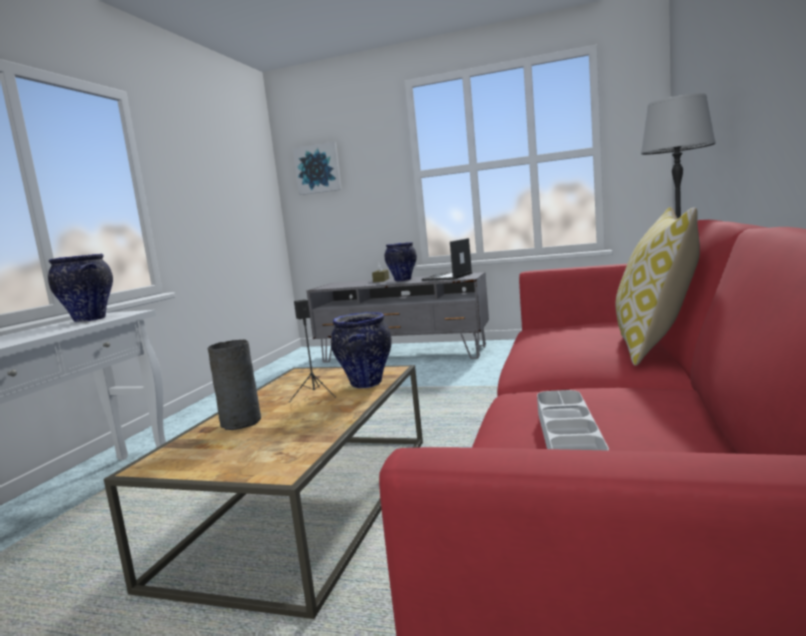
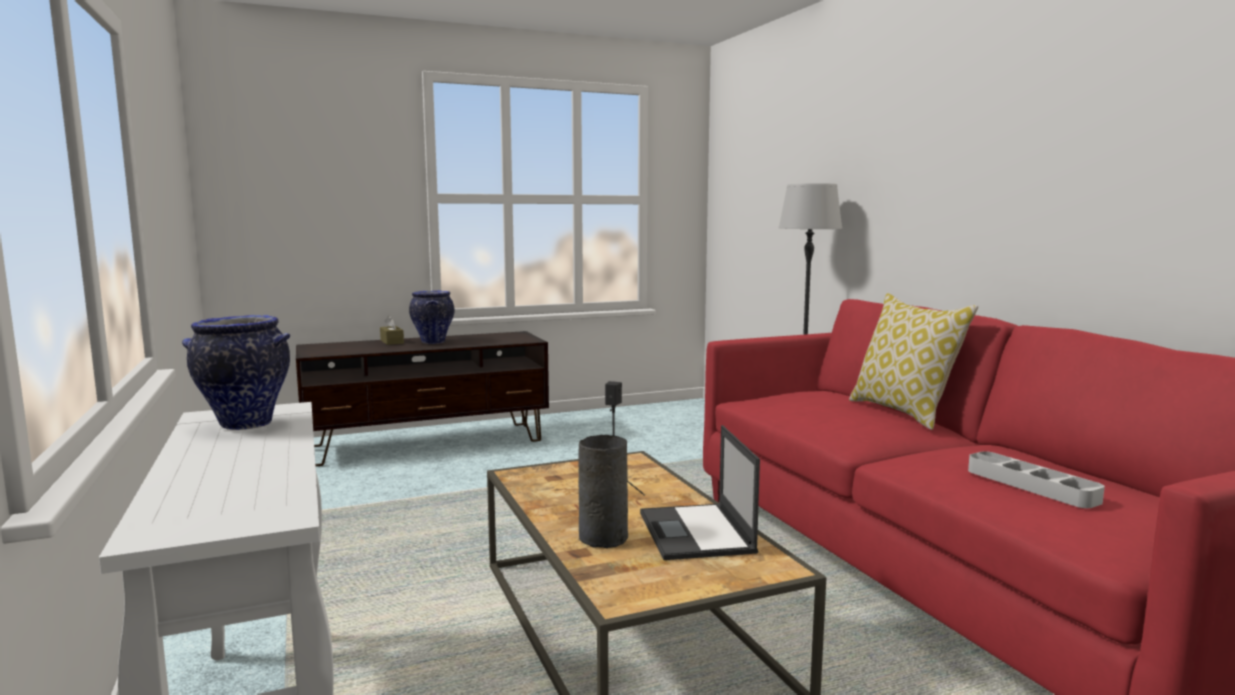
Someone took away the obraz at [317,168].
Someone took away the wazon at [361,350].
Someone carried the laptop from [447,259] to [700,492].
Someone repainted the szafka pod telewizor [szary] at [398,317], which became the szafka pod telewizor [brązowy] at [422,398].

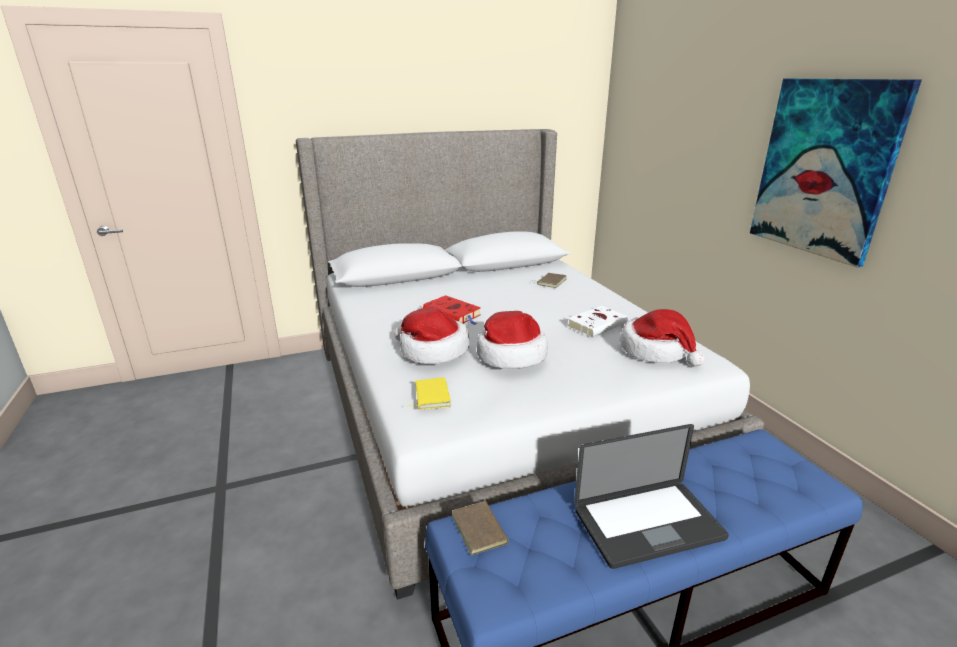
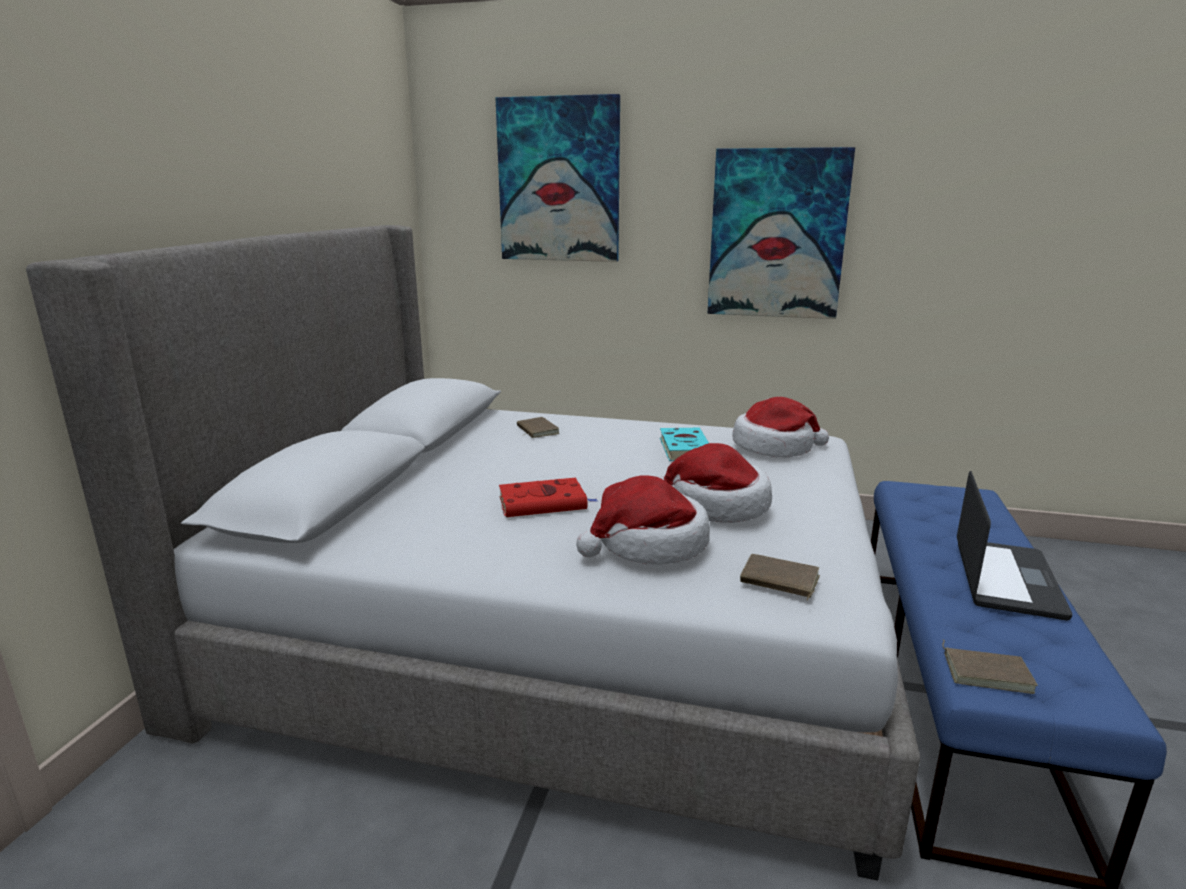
Someone put up the obraz at [557,178].
Someone repainted the książka [żółty] at [429,393], which became the książka [brązowy] at [780,577].
Someone repainted the książka [biały] at [597,321], which became the książka [turkusowy] at [684,444].

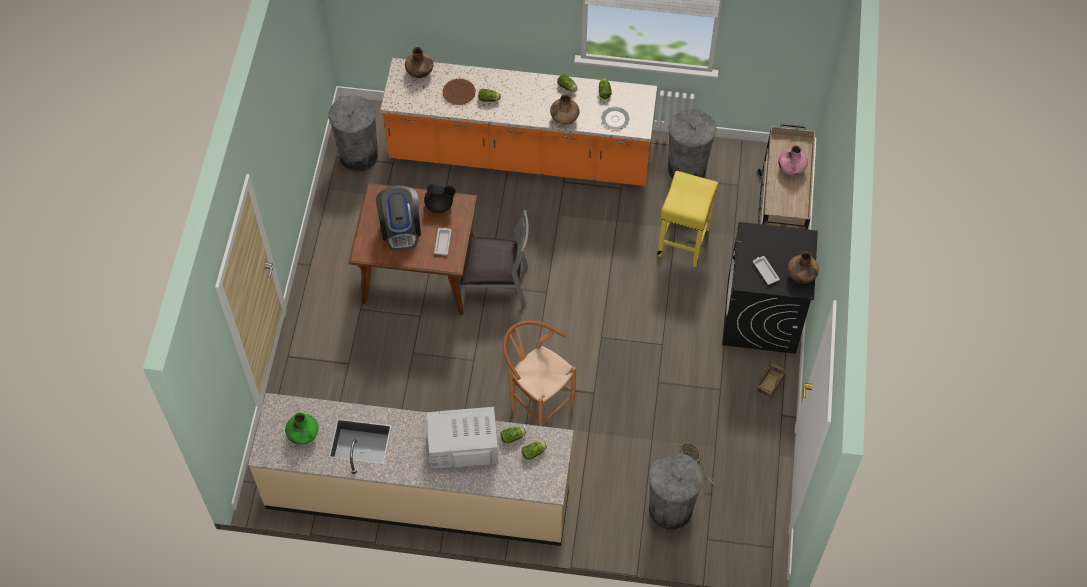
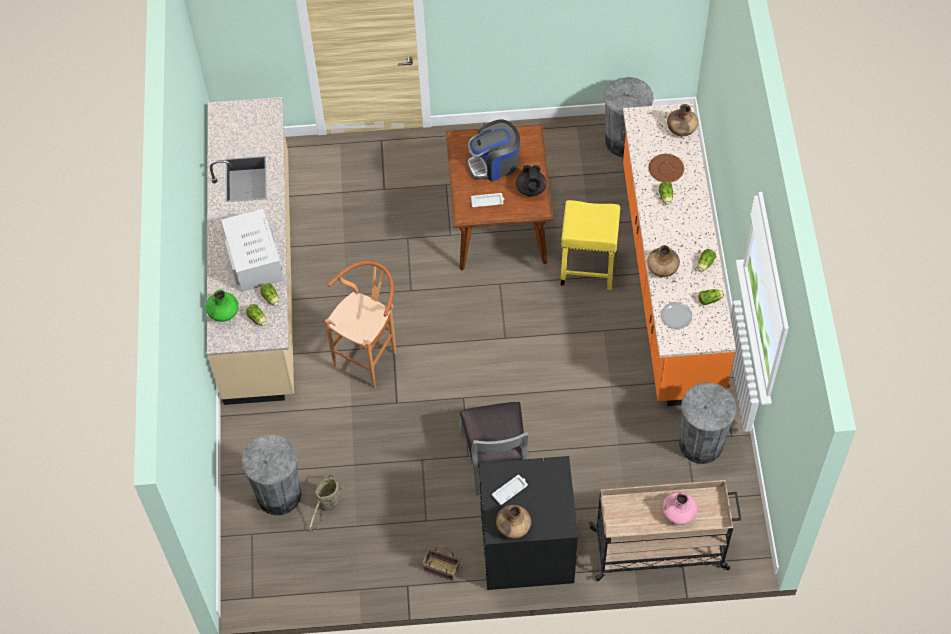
Someone carried the wazon [zielony] from [301,429] to [222,306].
Someone carried the krzesło [szary] from [494,259] to [493,448].
Someone carried the stołek [żółty] from [687,219] to [590,245].

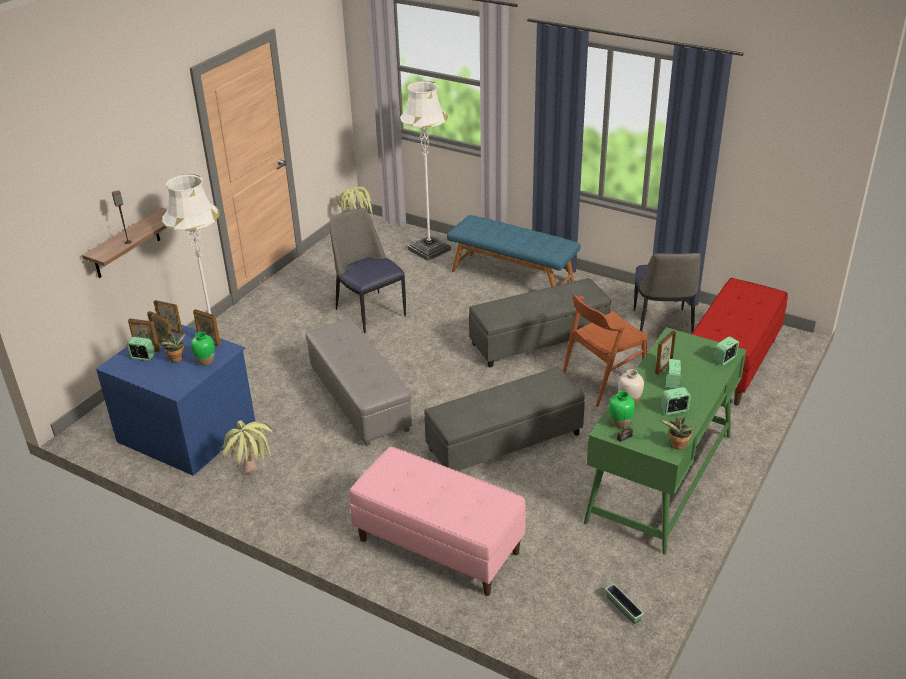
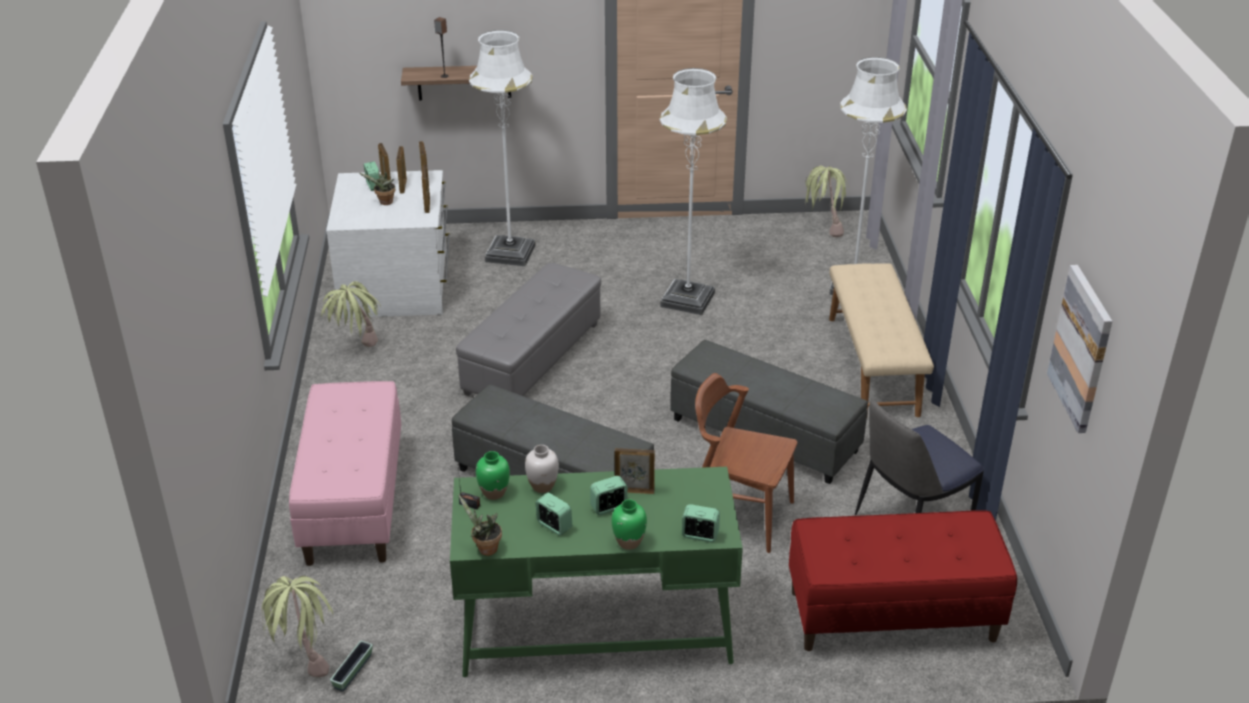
Someone put down the roślina doniczkowa at [297,626].
Someone put up the obraz at [1079,349].
Someone carried the wazon [zielony] from [203,349] to [629,524].
Someone swapped the krzesło at [367,270] for the lampa stojąca [biały] at [693,191].
Someone repainted the komoda [niebieski] at [175,400], which became the komoda [biały] at [388,244].
Someone repainted the ławka [niebieski] at [514,251], which became the ławka [beżowy] at [881,340].

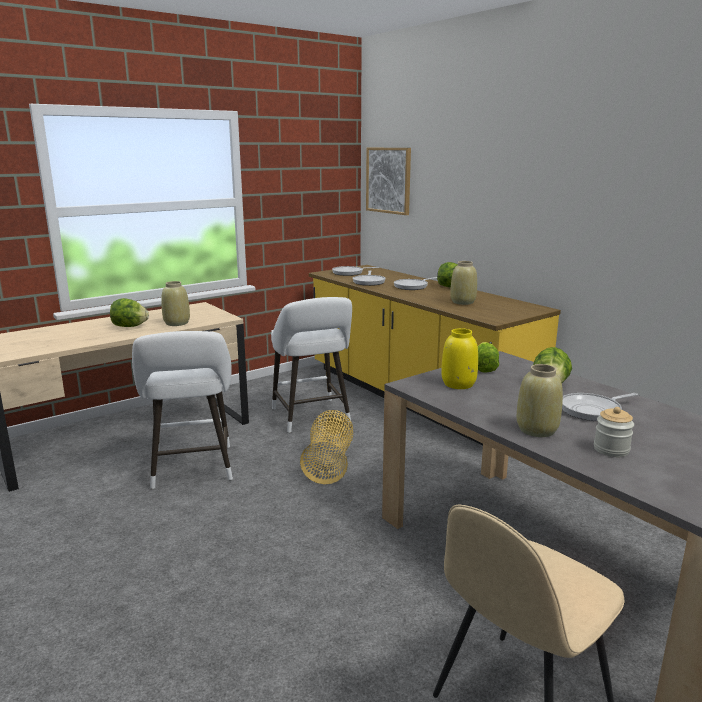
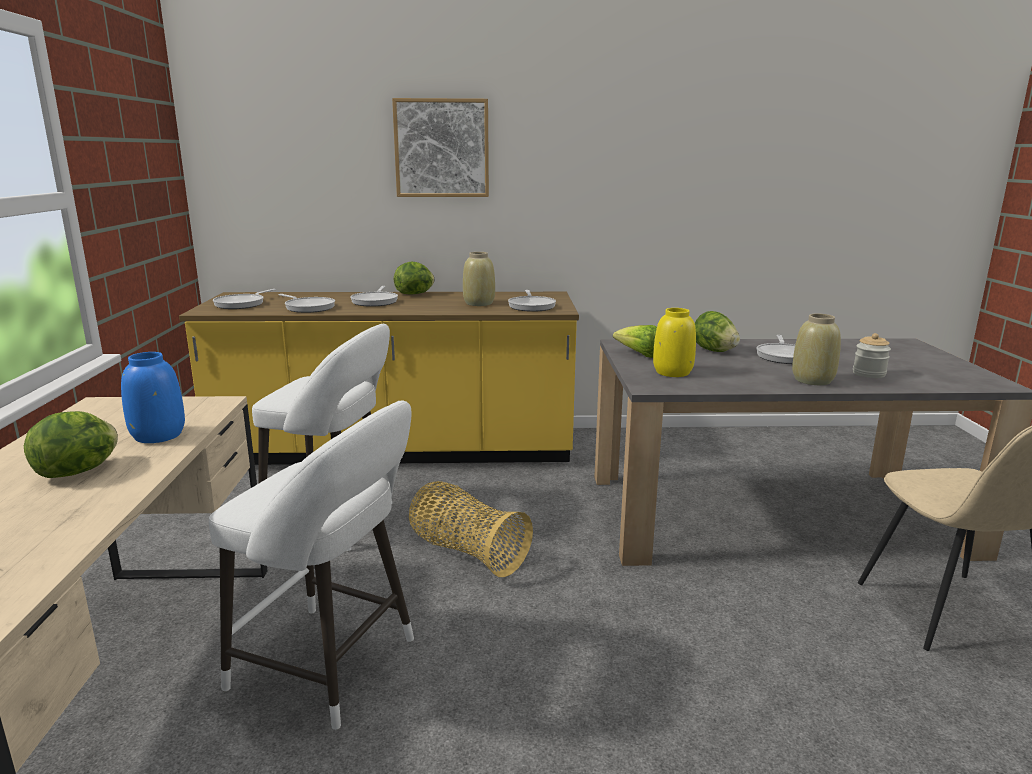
Someone put down the patelnia at [532,301].
Someone carried the obraz from [388,181] to [440,147].
Someone repainted the wazon [beżowy] at [175,303], which became the wazon [niebieski] at [153,397].

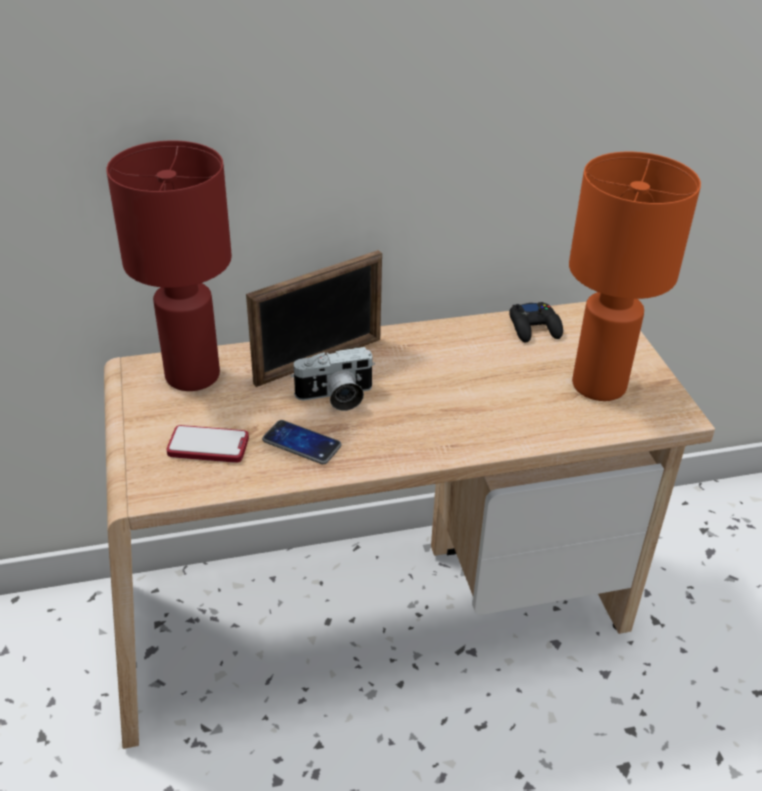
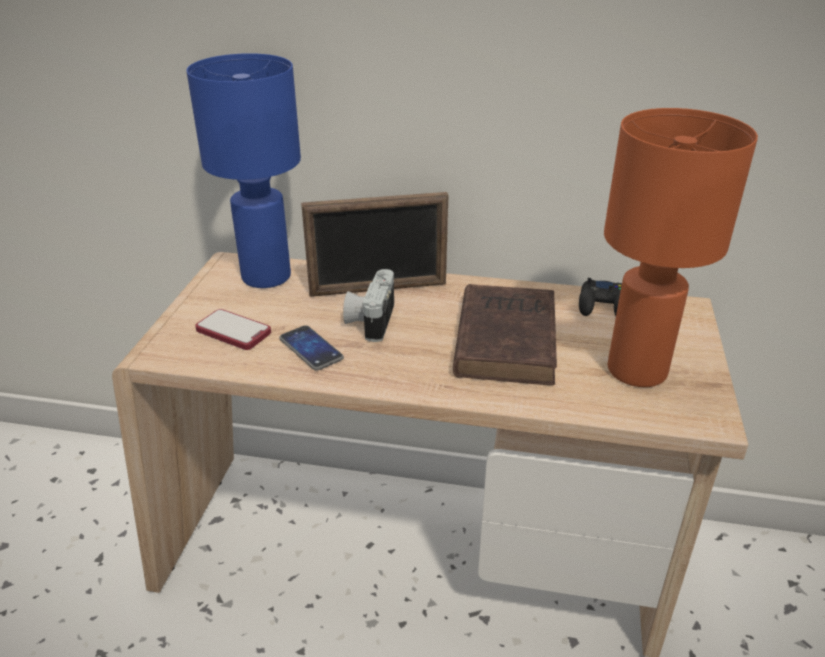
Someone put down the książka [brązowy] at [505,334].
Someone repainted the lampa stołowa [czerwony] at [169,266], which became the lampa stołowa [niebieski] at [244,170].
Someone rotated the aparat fotograficzny at [333,379] by 90 degrees clockwise.

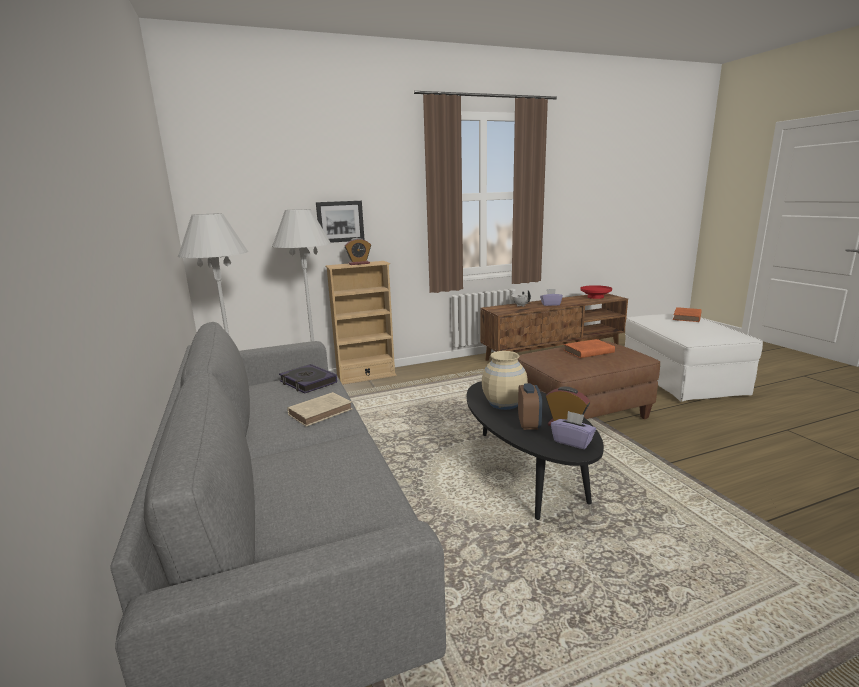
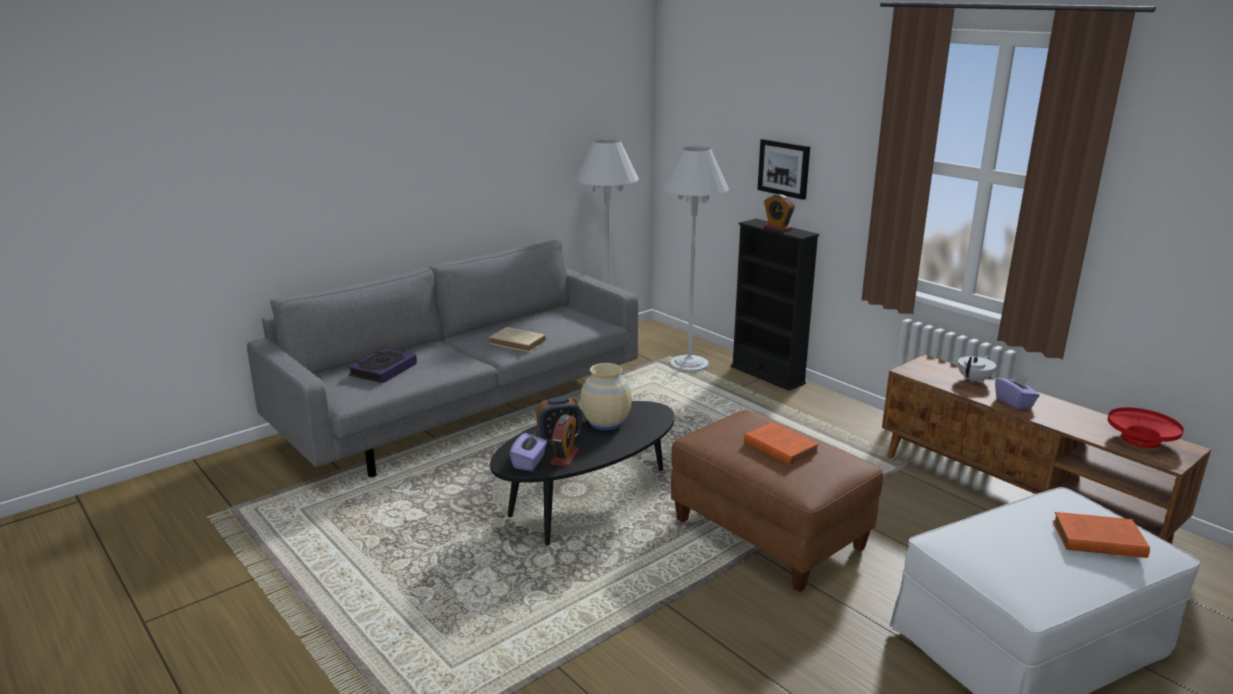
Someone carried the książka from [308,378] to [382,365].
Someone repainted the regał [beżowy] at [360,323], which became the regał [czarny] at [775,305].

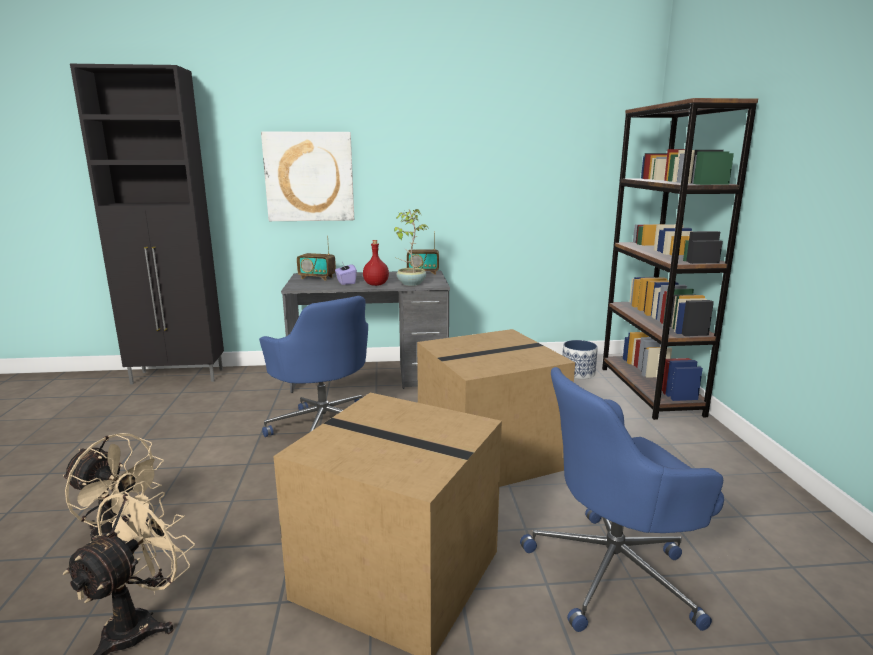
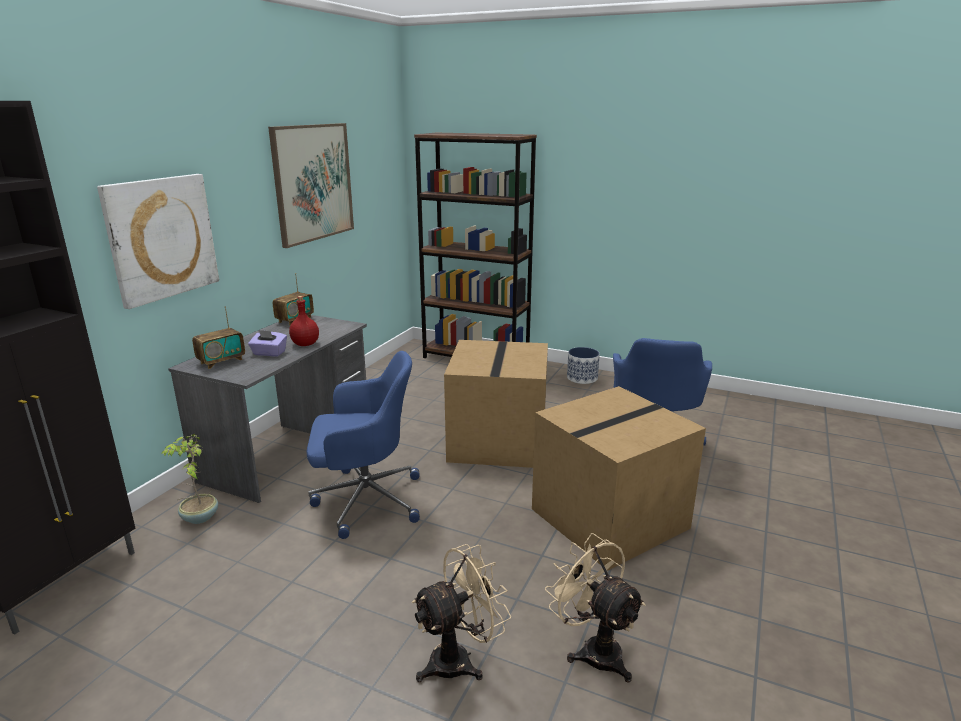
Someone put up the obraz at [311,185].
Someone carried the roślina doniczkowa from [411,247] to [190,479].
Someone carried the donica from [580,359] to [583,365].

